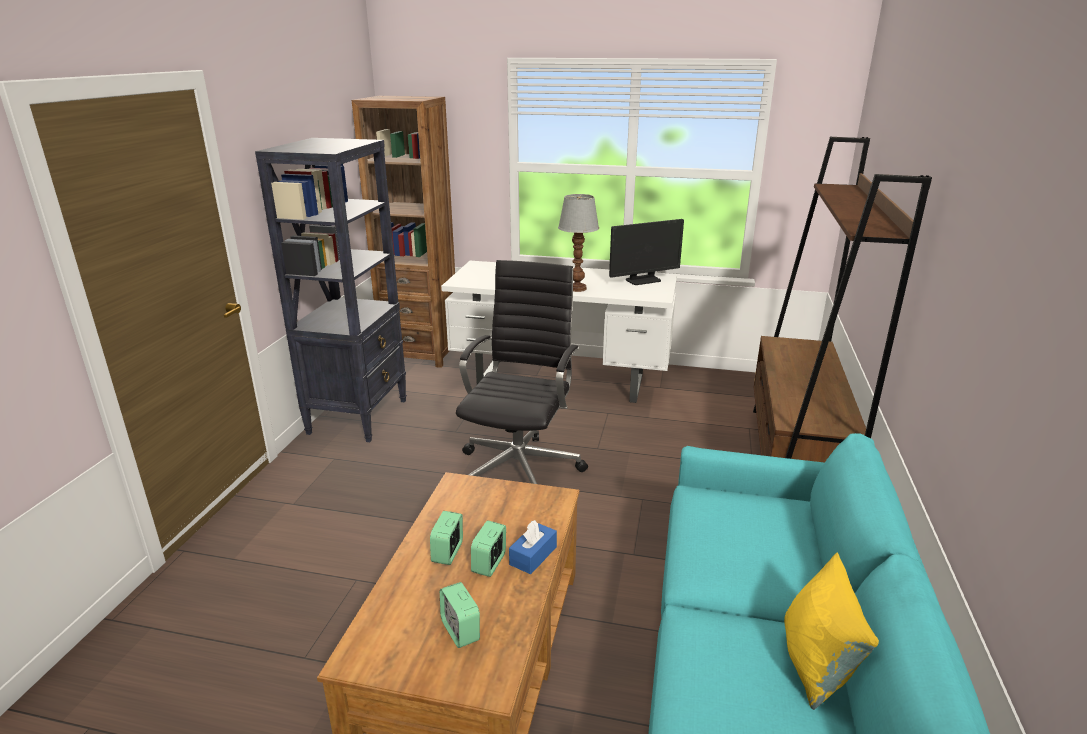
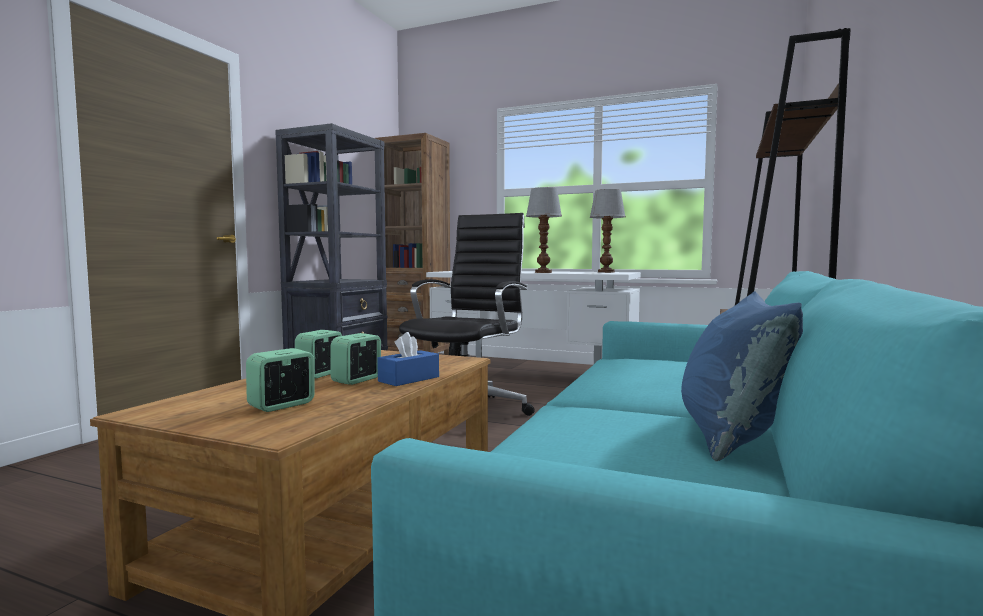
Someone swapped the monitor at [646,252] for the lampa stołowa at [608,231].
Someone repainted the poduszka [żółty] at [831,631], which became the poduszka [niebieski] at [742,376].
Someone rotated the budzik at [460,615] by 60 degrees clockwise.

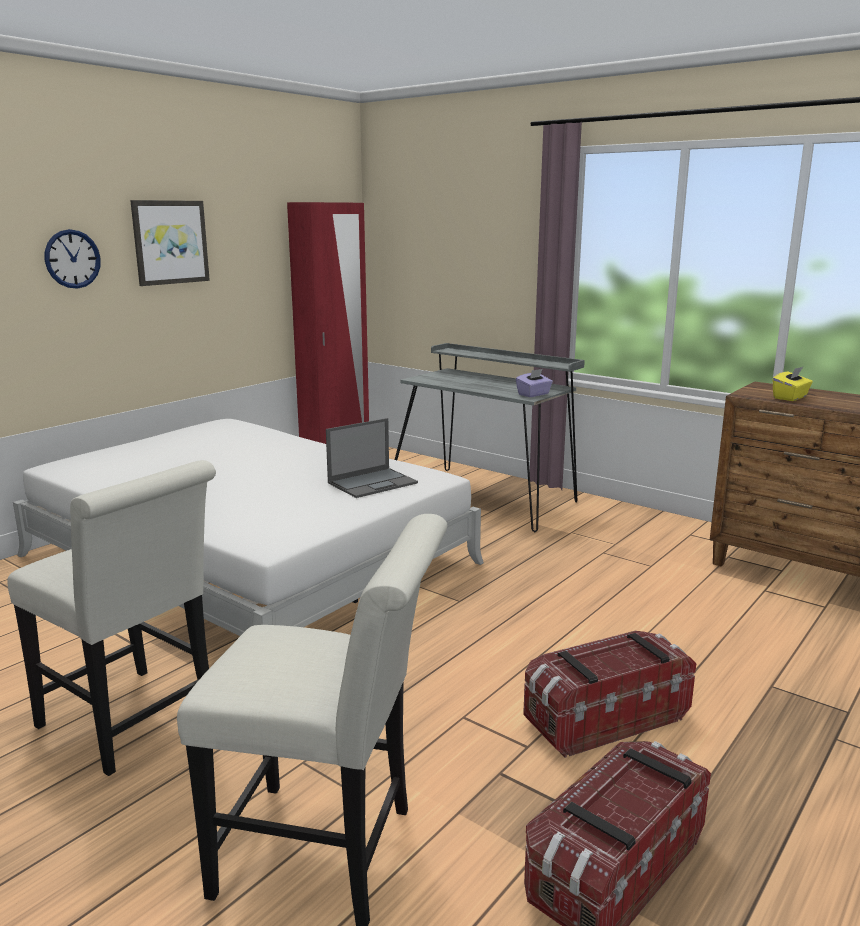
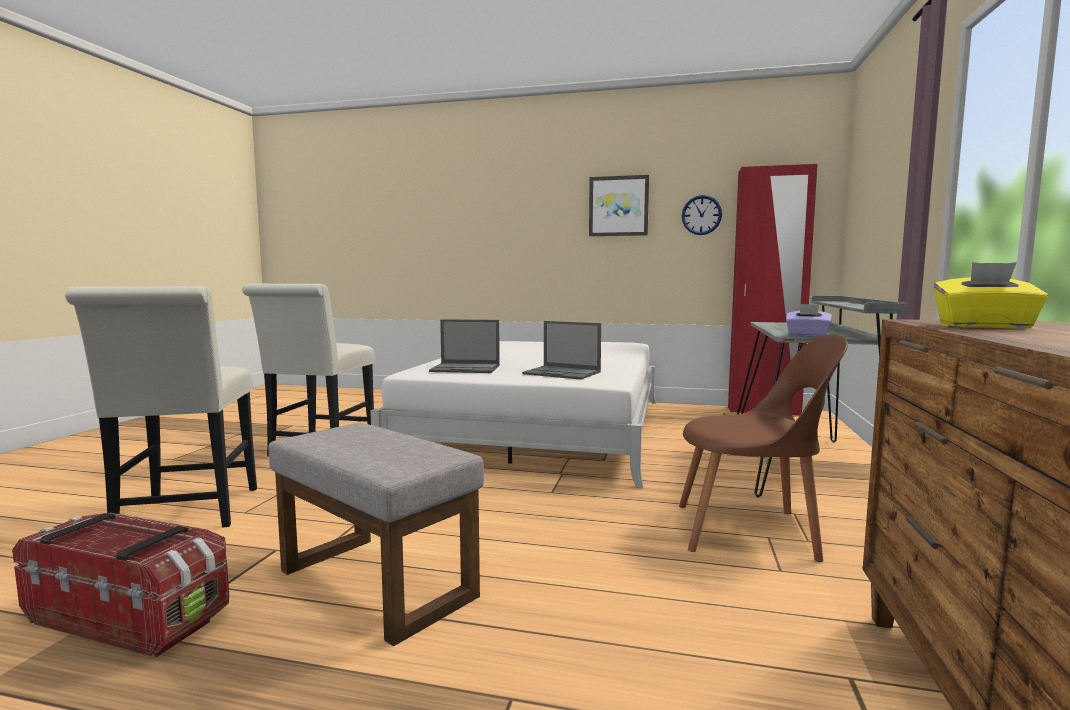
Someone put down the laptop at [464,346].
Someone put down the krzesło [brązowy] at [763,448].
Someone carried the zegar ścienny from [73,259] to [702,215].
Someone swapped the pojemnik do przechowywania at [609,694] for the pufa [szary] at [376,535].

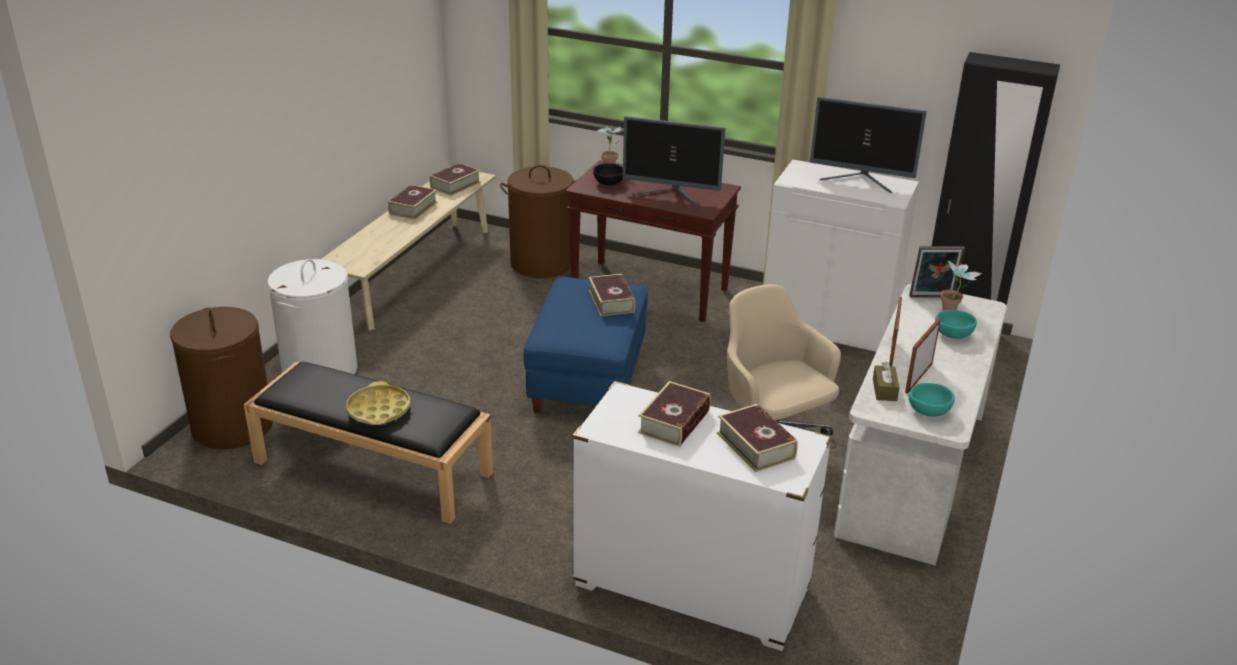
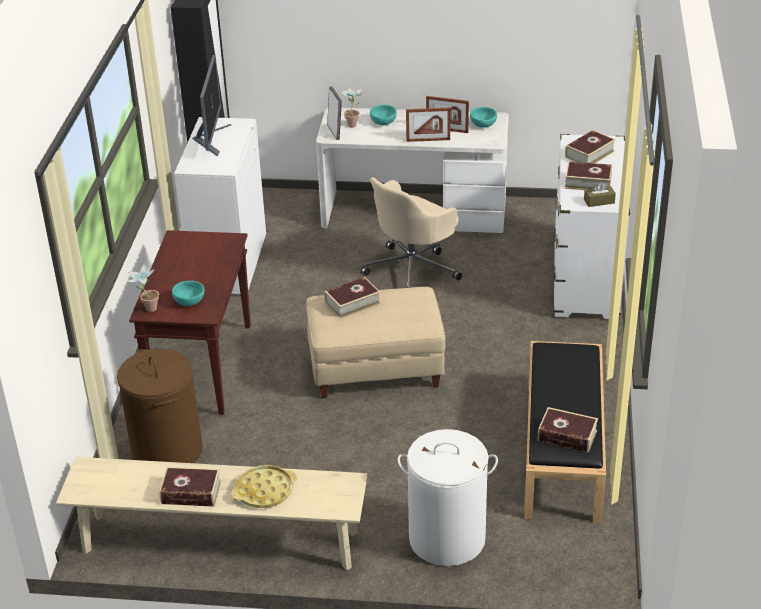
Someone took away the kosz na pranie [brązowy] at [221,378].
Someone took away the monitor at [674,161].
Someone carried the taca [żółty] from [378,403] to [264,486].
Someone carried the książka from [455,179] to [568,430].
Someone carried the pudełko chusteczek [brązowy] from [886,381] to [600,194].
Someone repainted the pufa [niebieski] at [586,345], which became the pufa [beżowy] at [375,342].
Someone repainted the miska [czarny] at [608,174], which became the miska [turkusowy] at [188,293].

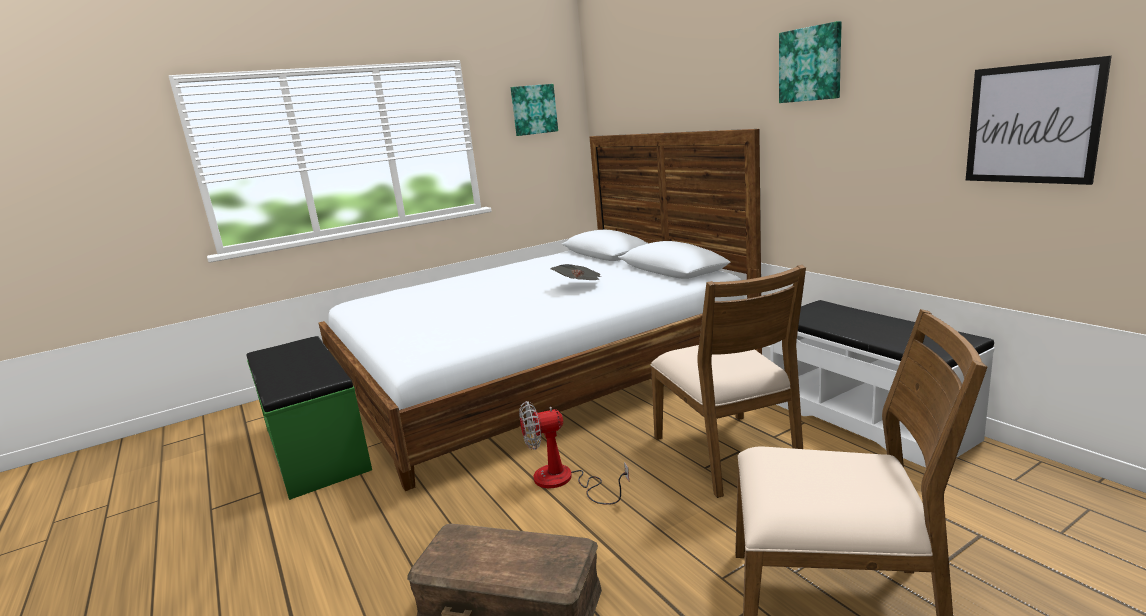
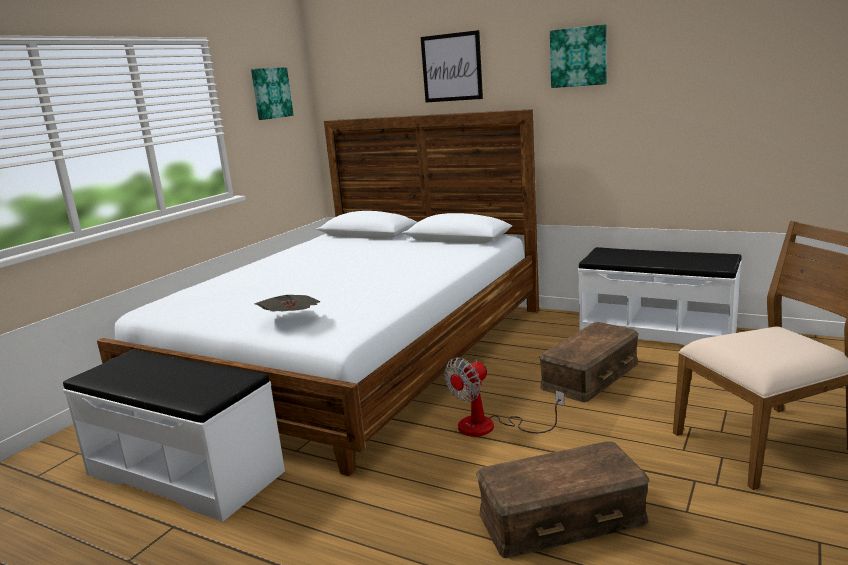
Someone carried the gazeta from [575,272] to [287,303].
Someone carried the obraz from [1039,120] to [452,66].
Someone swapped the krzesło [brązowy] at [728,381] for the pojemnik do przechowywania [brązowy] at [589,362].
Someone repainted the ławka [zielony] at [309,418], which became the ławka [biały] at [174,436].

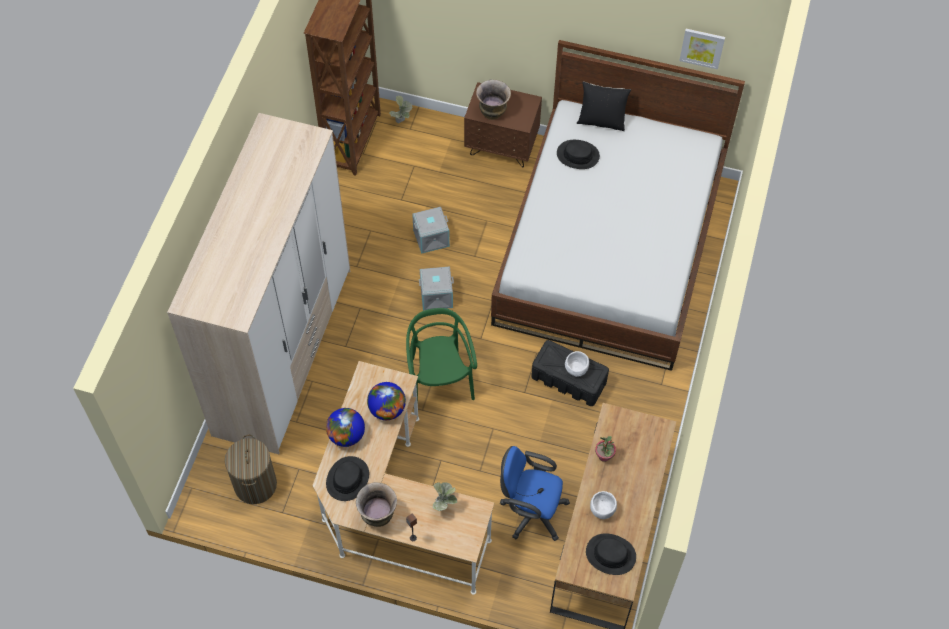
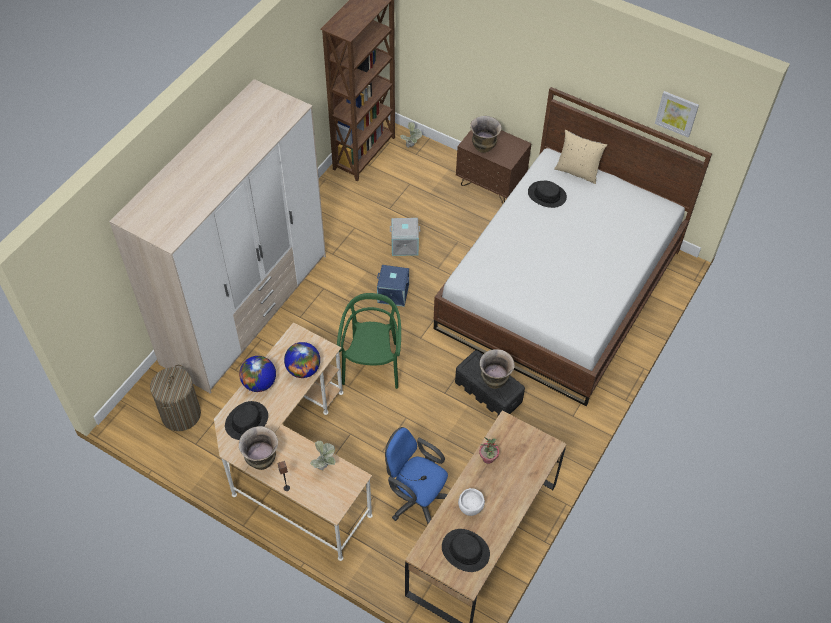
Someone swapped the miska [biały] at [577,363] for the wazon at [497,369].
Someone repainted the pojemnik do przechowywania [szary] at [436,288], which became the pojemnik do przechowywania [niebieski] at [393,286].
Someone repainted the poduszka [czarny] at [604,106], which became the poduszka [beżowy] at [580,157].

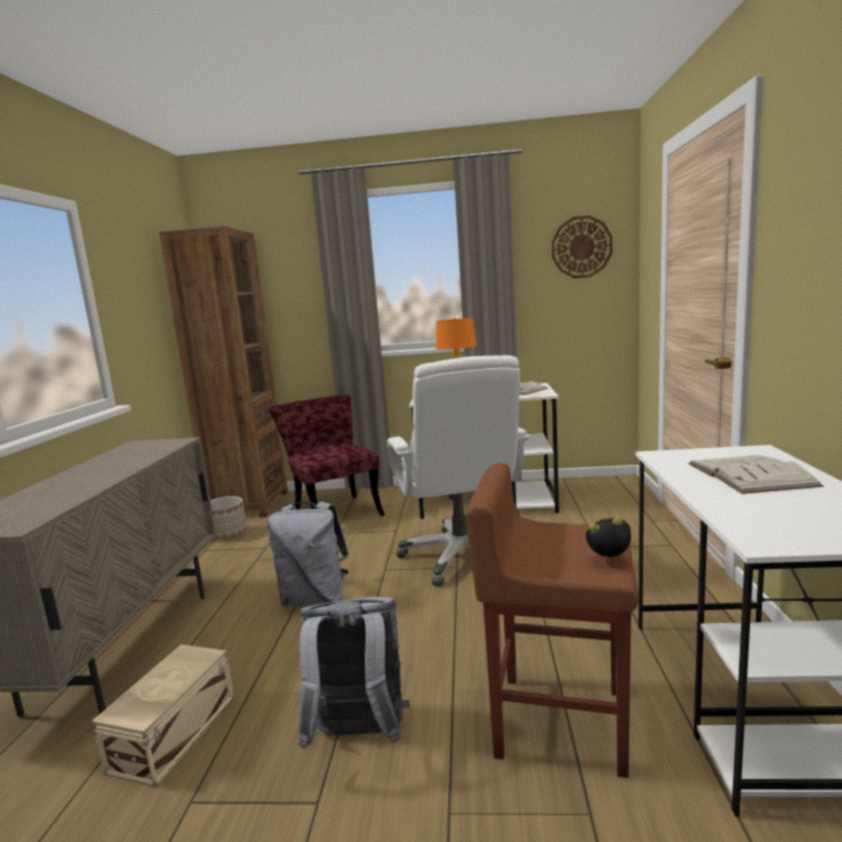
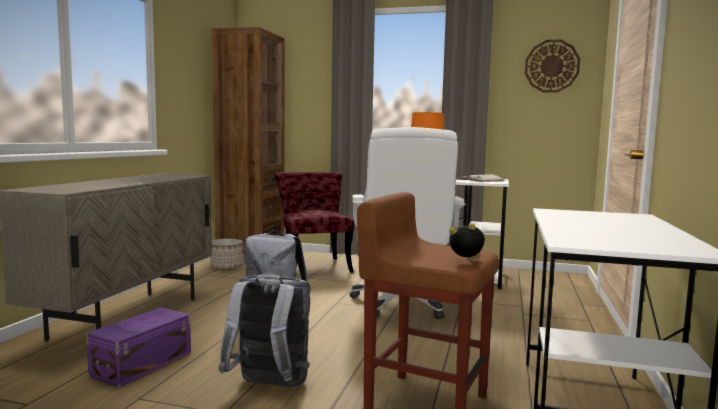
Someone took away the książka [biały] at [756,474].
Someone repainted the pojemnik do przechowywania [beżowy] at [163,715], which became the pojemnik do przechowywania [fioletowy] at [138,347].

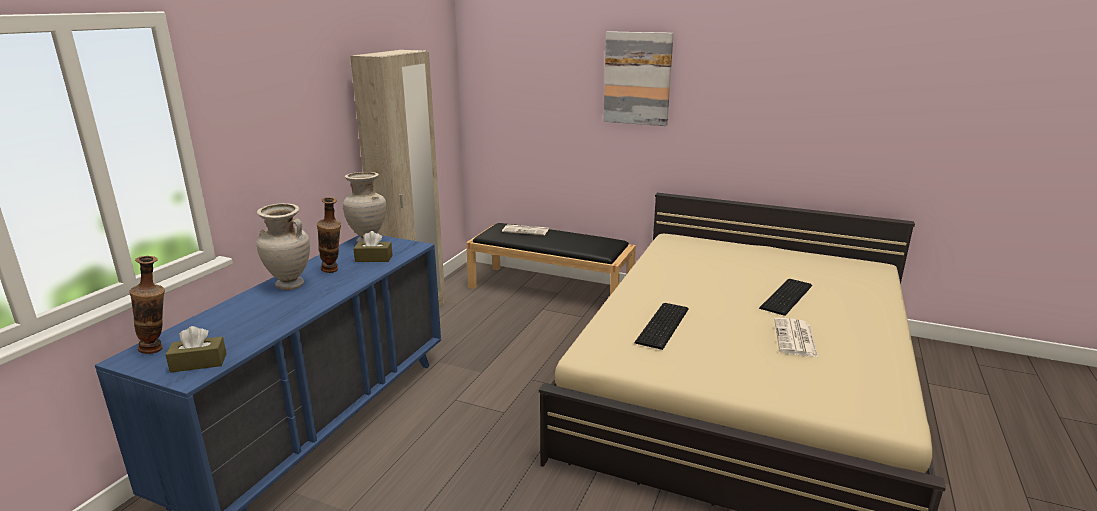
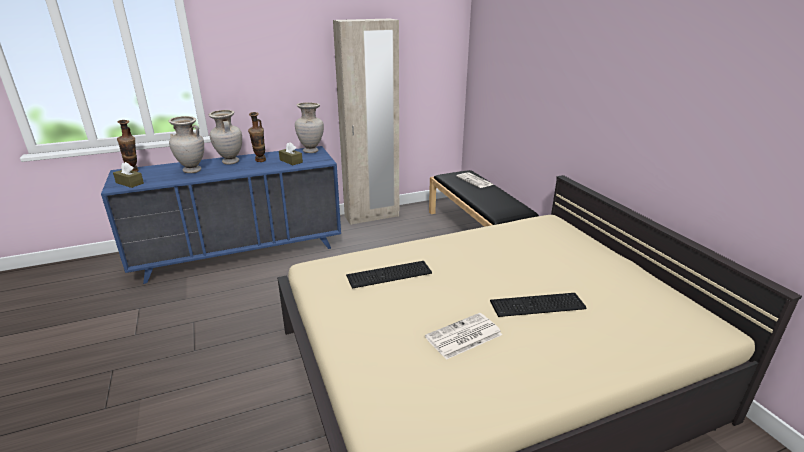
Someone took away the obraz at [638,78].
Someone put down the wazon [beżowy] at [186,144].

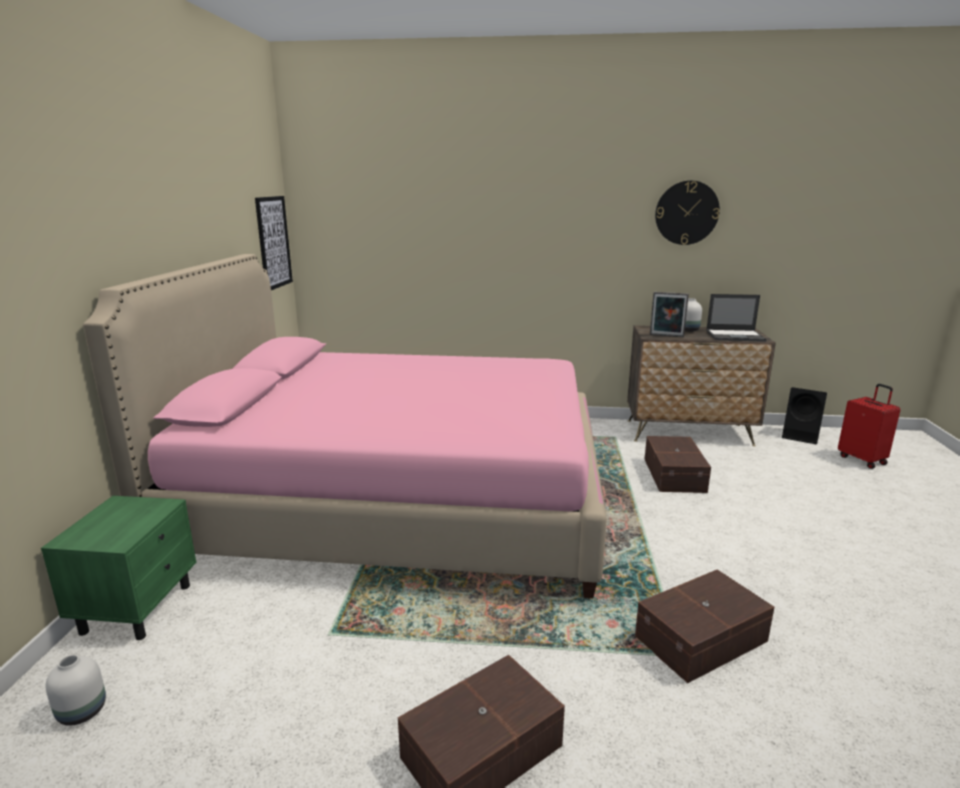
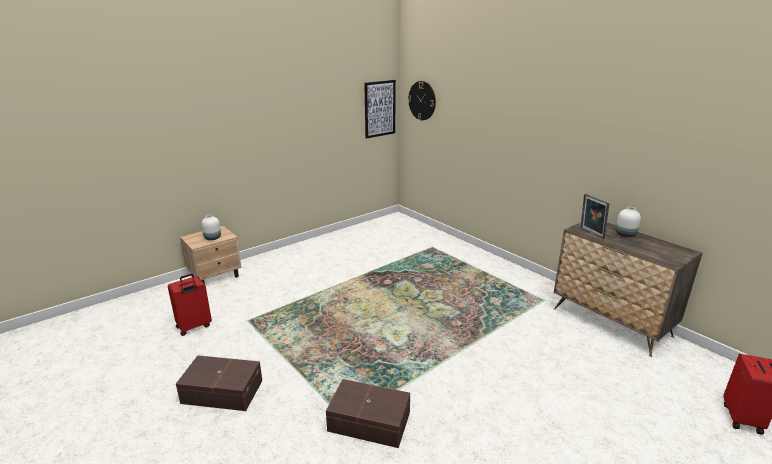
Someone took away the łóżko [różowy] at [345,426].
Someone took away the pojemnik do przechowywania [brązowy] at [678,464].
Someone took away the laptop at [736,318].
Someone took away the głośnik [czarny] at [804,415].
Someone put down the walizka [czerwony] at [190,305].
Someone carried the wazon [biały] from [76,690] to [211,227].
Someone carried the zegar ścienny from [687,212] to [422,100].
Someone repainted the szafka nocna [zielony] at [118,568], which became the szafka nocna [beżowy] at [211,255].

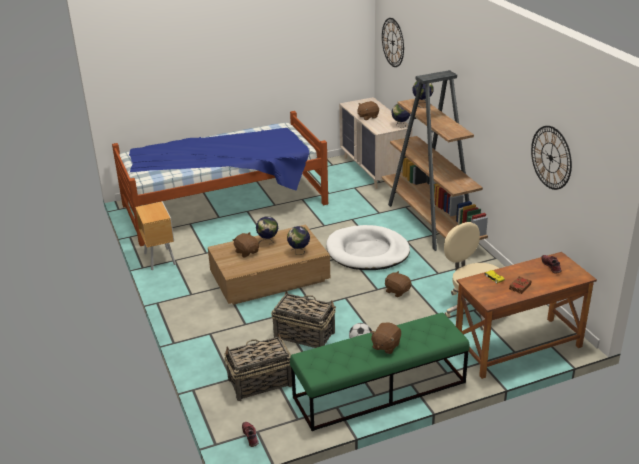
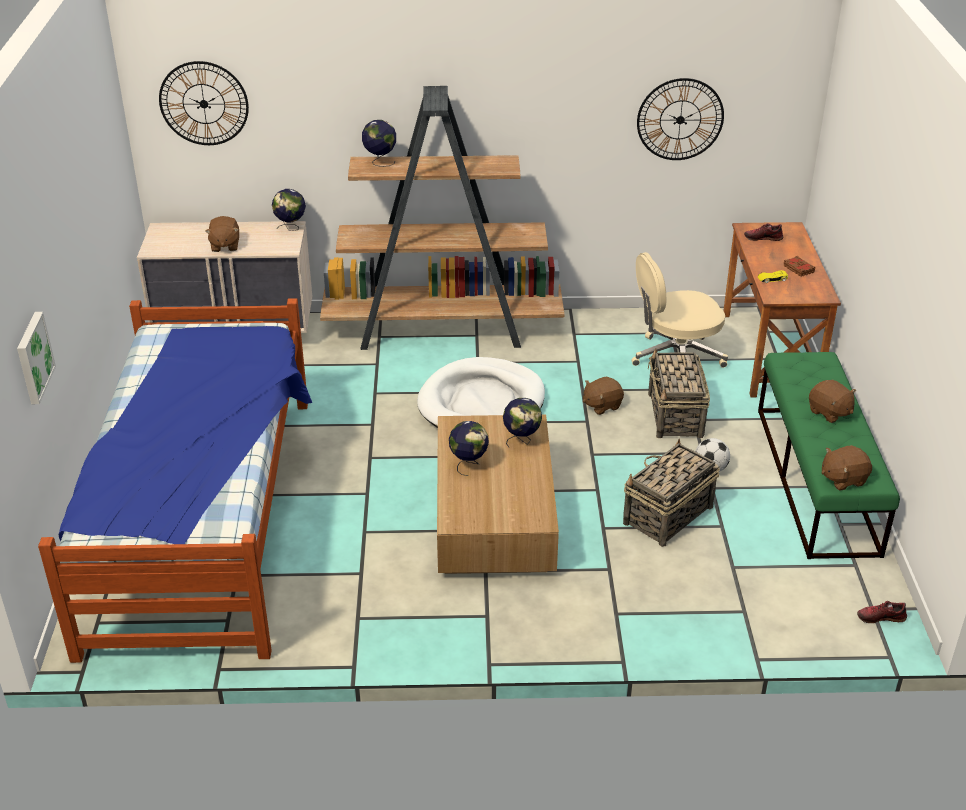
Someone took away the szafka nocna [brązowy] at [155,235].
Someone put up the obraz at [36,358].
Someone carried the koszyk from [258,367] to [679,393].
Someone carried the pluszak [brązowy] from [246,245] to [847,468].

